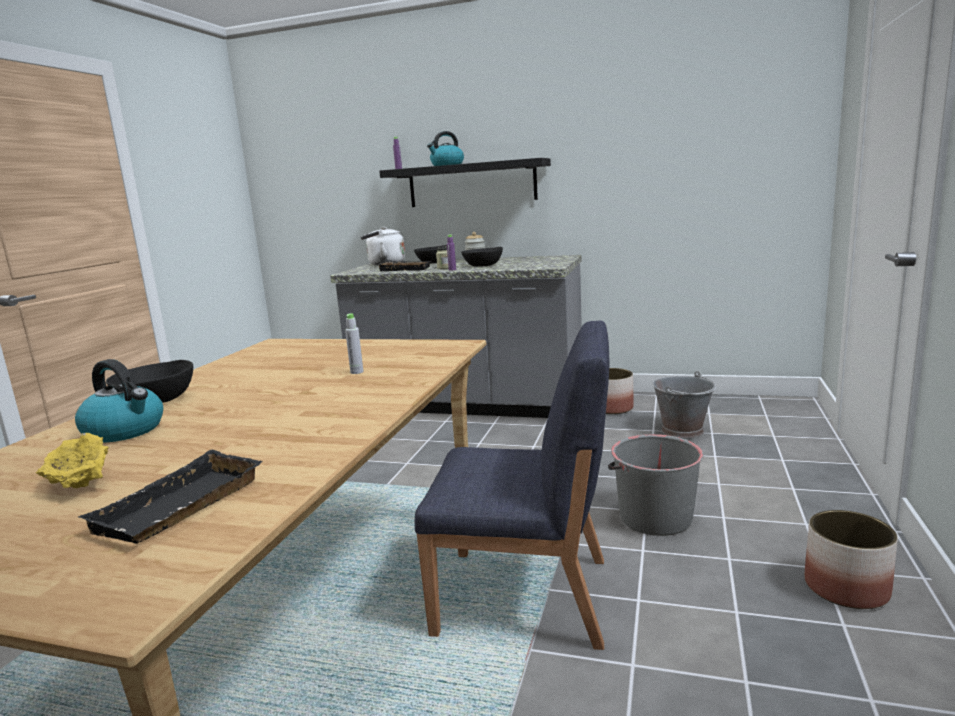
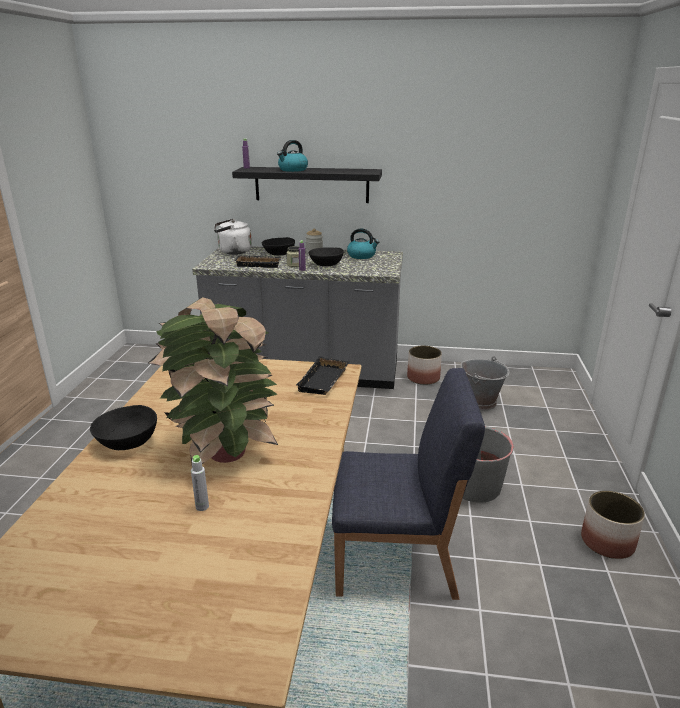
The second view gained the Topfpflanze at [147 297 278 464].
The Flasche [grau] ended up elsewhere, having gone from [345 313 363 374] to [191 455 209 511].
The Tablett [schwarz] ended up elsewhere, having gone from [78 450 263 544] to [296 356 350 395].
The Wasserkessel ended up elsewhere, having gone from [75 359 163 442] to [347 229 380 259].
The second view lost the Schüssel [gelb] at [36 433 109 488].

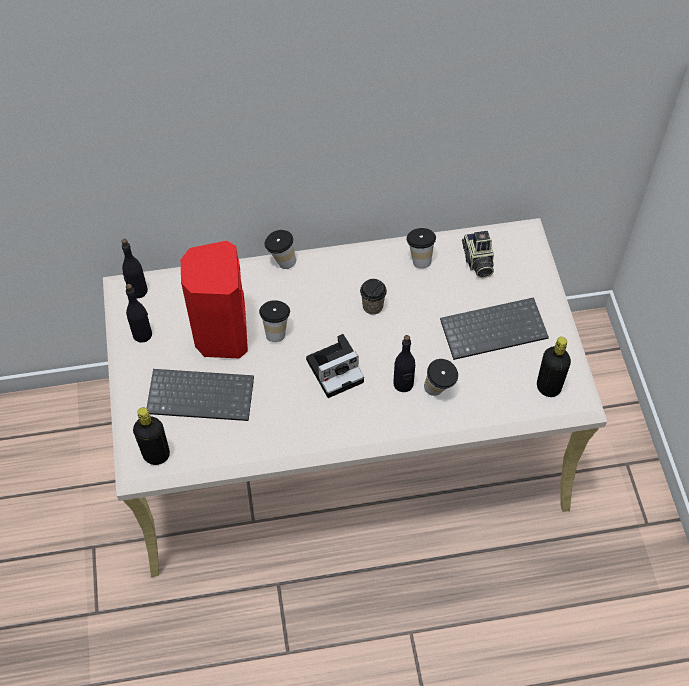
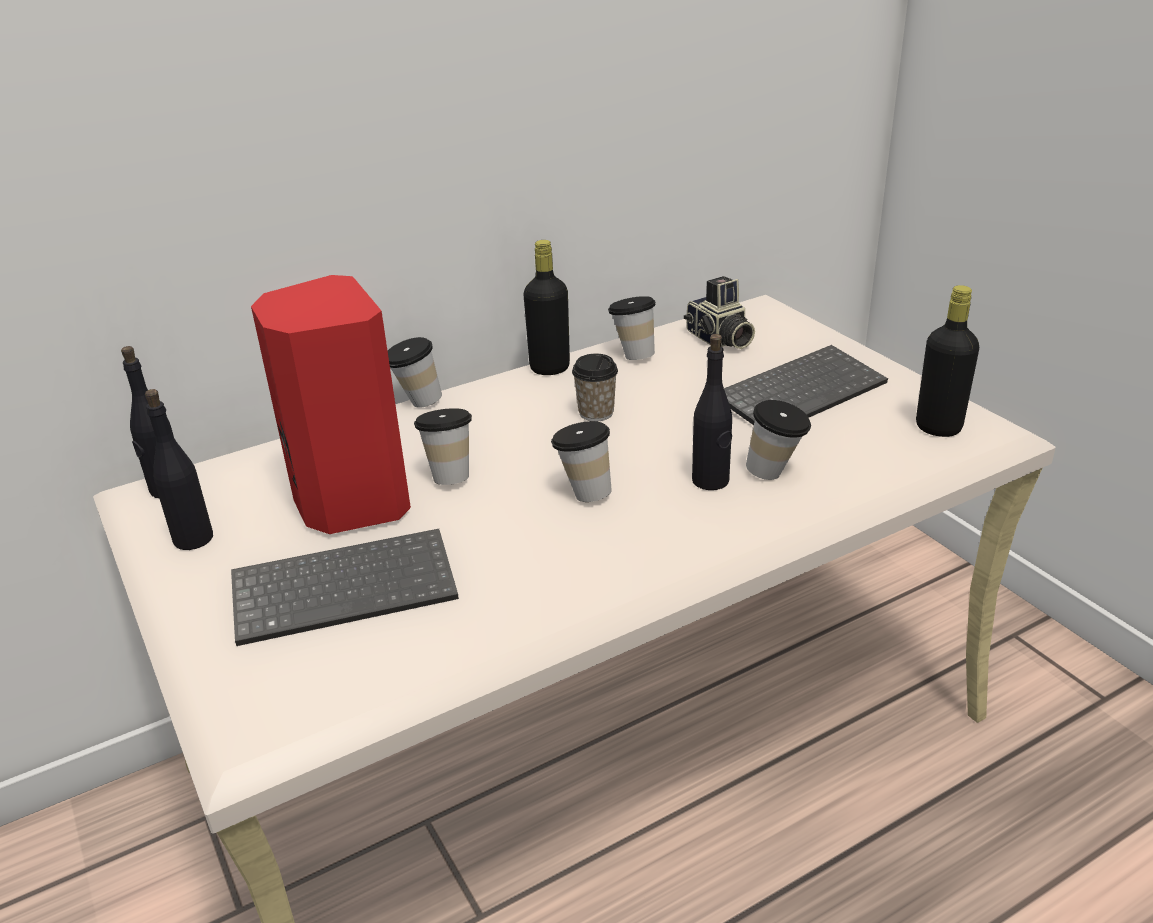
The Flasche [schwarz] ended up elsewhere, having gone from [133 407 170 465] to [523 240 570 375].
Where the Kamera stood at [306 334 364 398], the Tasse came to stand at [551 421 612 502].

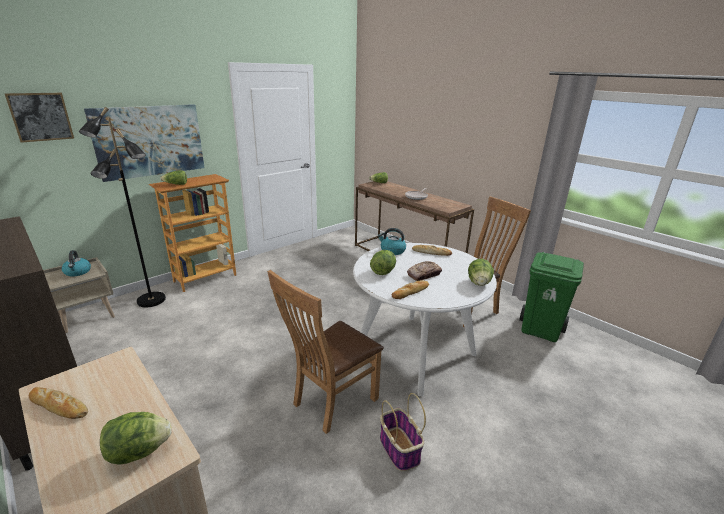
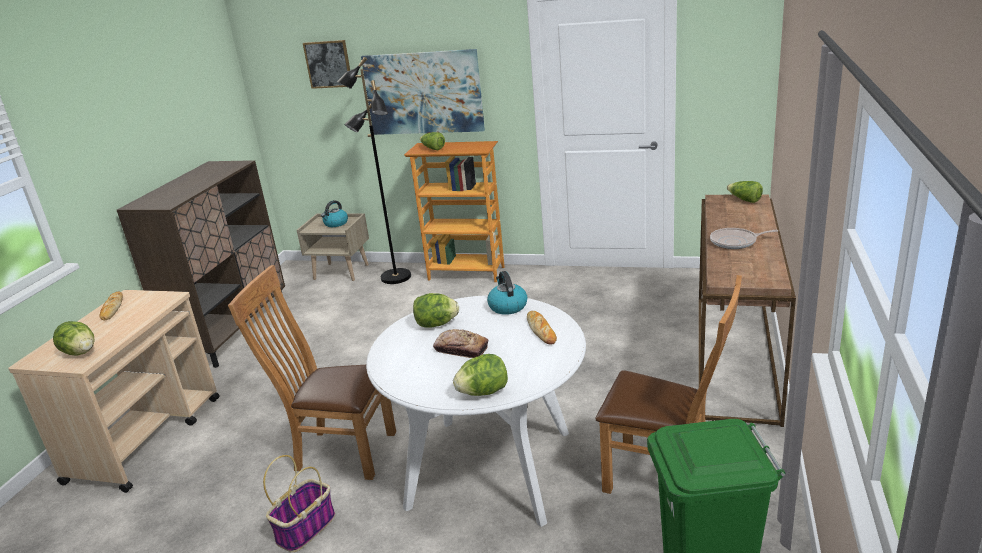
The second view lost the Brot at [391 280 429 299].

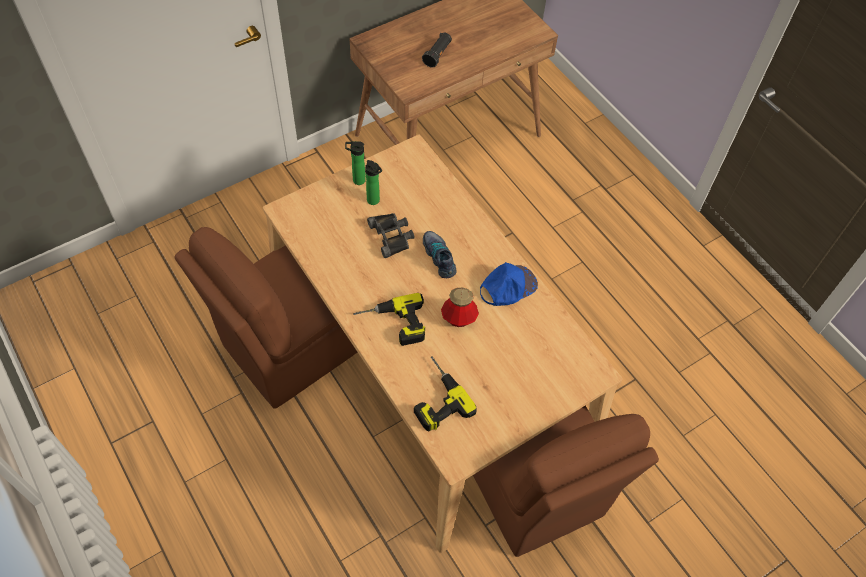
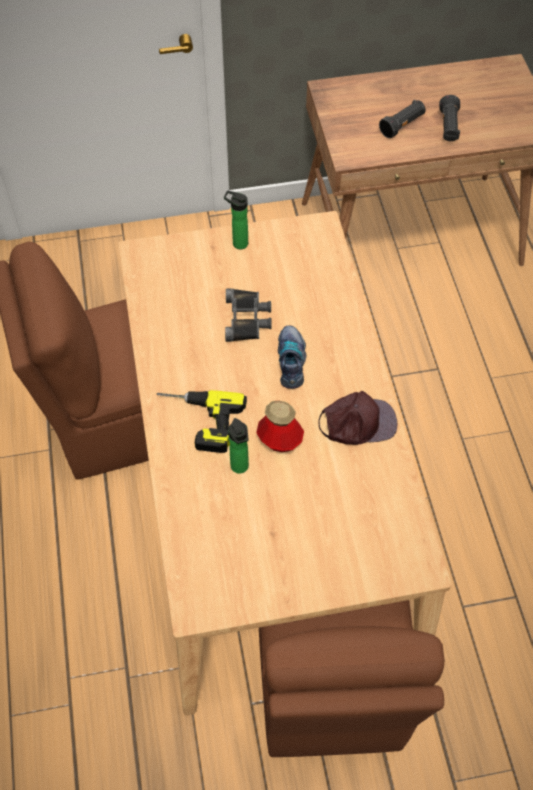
The Flasche ended up elsewhere, having gone from [365 160 382 205] to [228 418 249 474].
What was the Kappe [blau] at [480 262 538 306] turned into the Kappe [braun] at [318 391 397 445].
The second view gained the Taschenlampe [schwarz] at [439 95 460 141].
The second view lost the Bohrmaschine at [414 356 476 432].

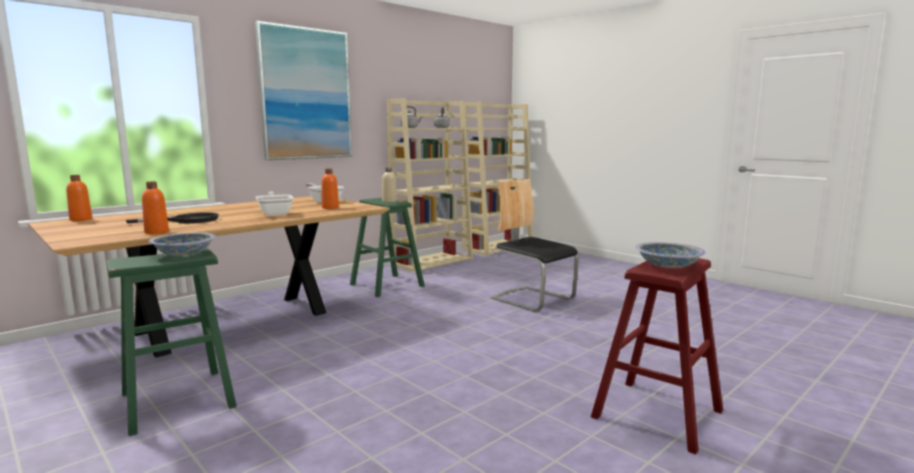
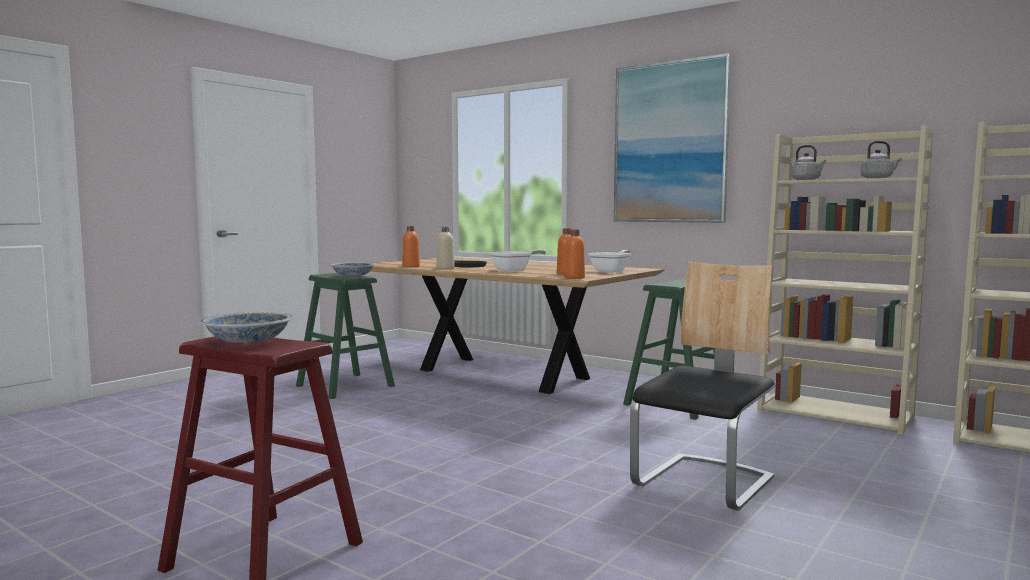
The Flasche [beige] ended up elsewhere, having gone from [382 167 397 203] to [437 227 455 269].
The Flasche [orange] ended up elsewhere, having gone from [66 175 92 221] to [564 230 585 279].

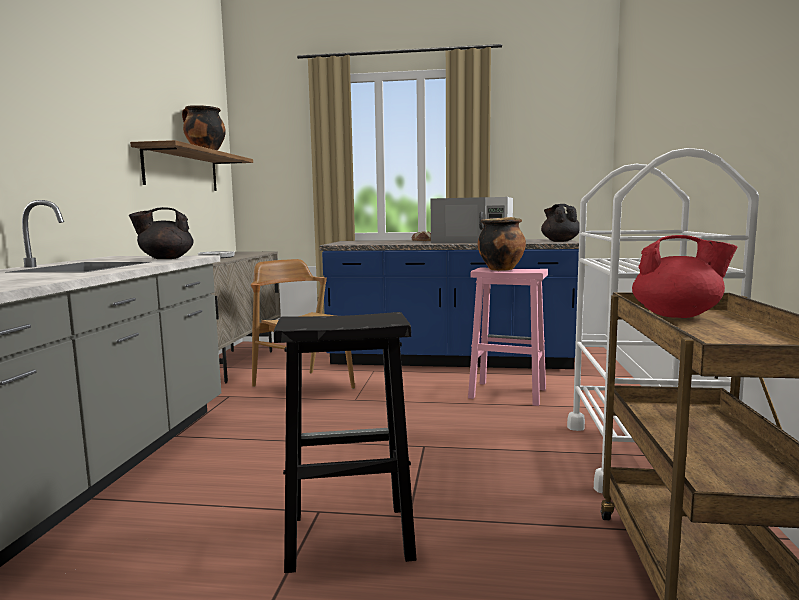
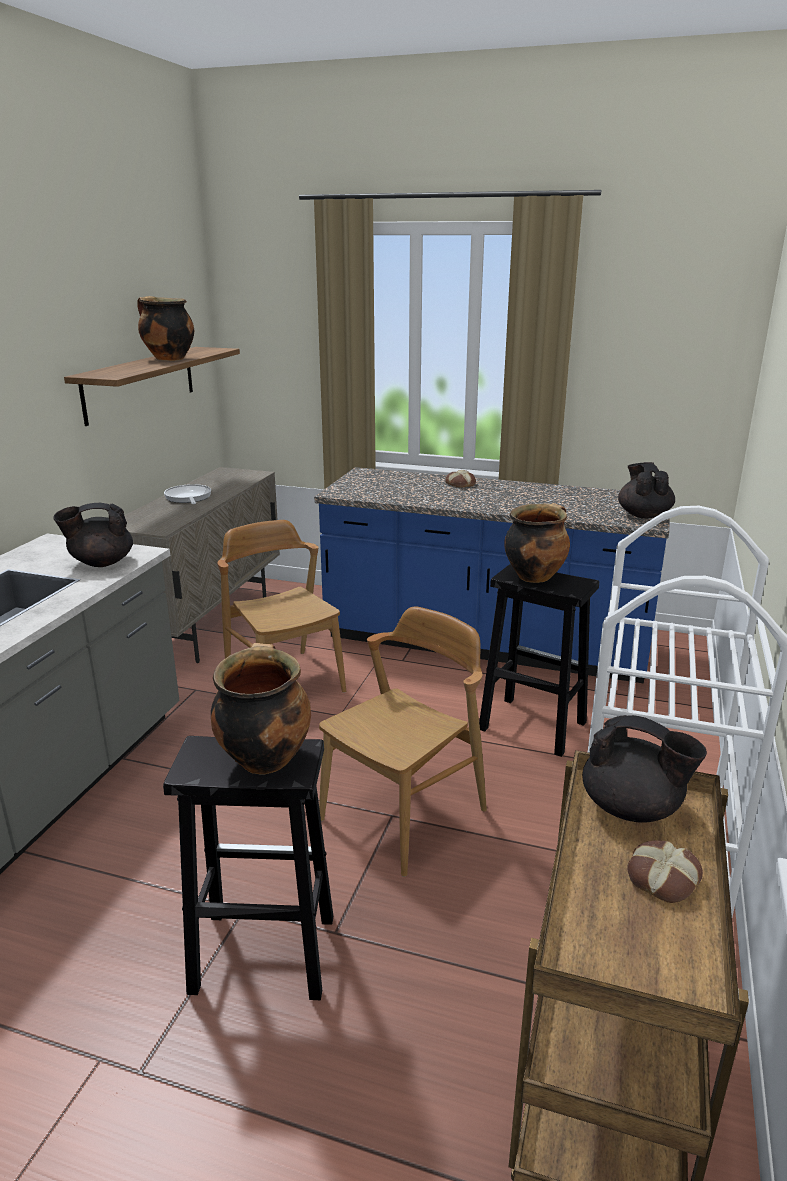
The second view gained the Kochtopf at [211 643 311 775].
The second view gained the Stuhl [braun] at [319 606 487 877].
What was the Hocker [rosa] at [468 267 548 406] turned into the Hocker [schwarz] at [479 564 599 757].
What was the Teekanne [rot] at [632 235 737 318] turned into the Teekanne [schwarz] at [582 715 707 823].
The second view gained the Brot at [627 840 703 903].
The second view lost the Mikrowelle [weiß] at [431 197 513 243].

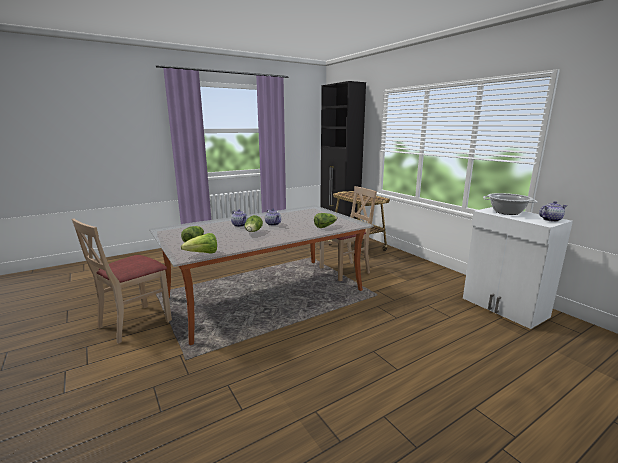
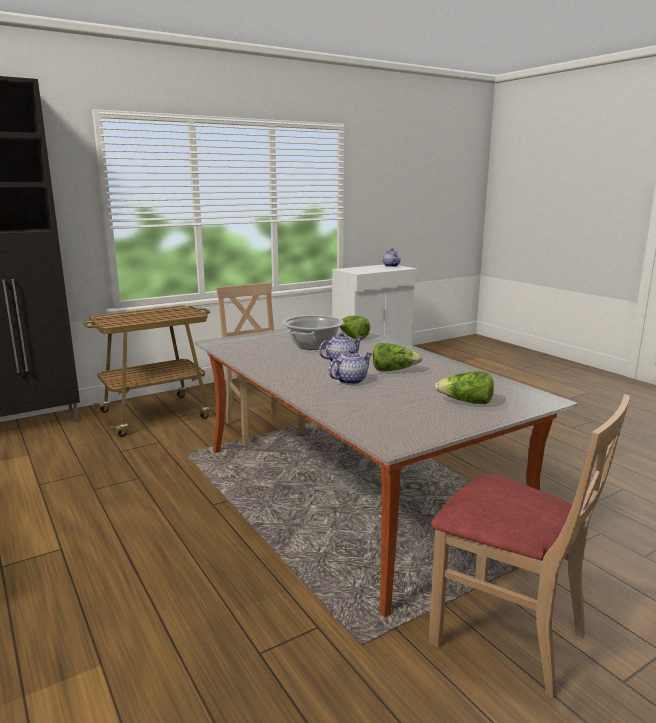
The Kochtopf ended up elsewhere, having gone from [483 193 538 215] to [282 315 344 350].
The second view lost the Salatkopf at [181 233 217 254].

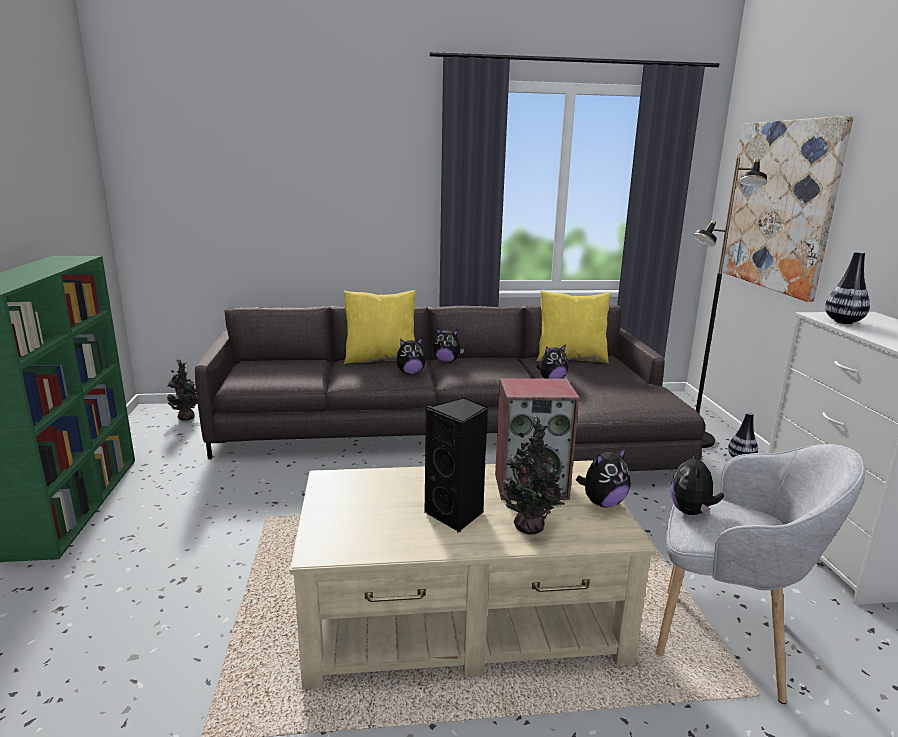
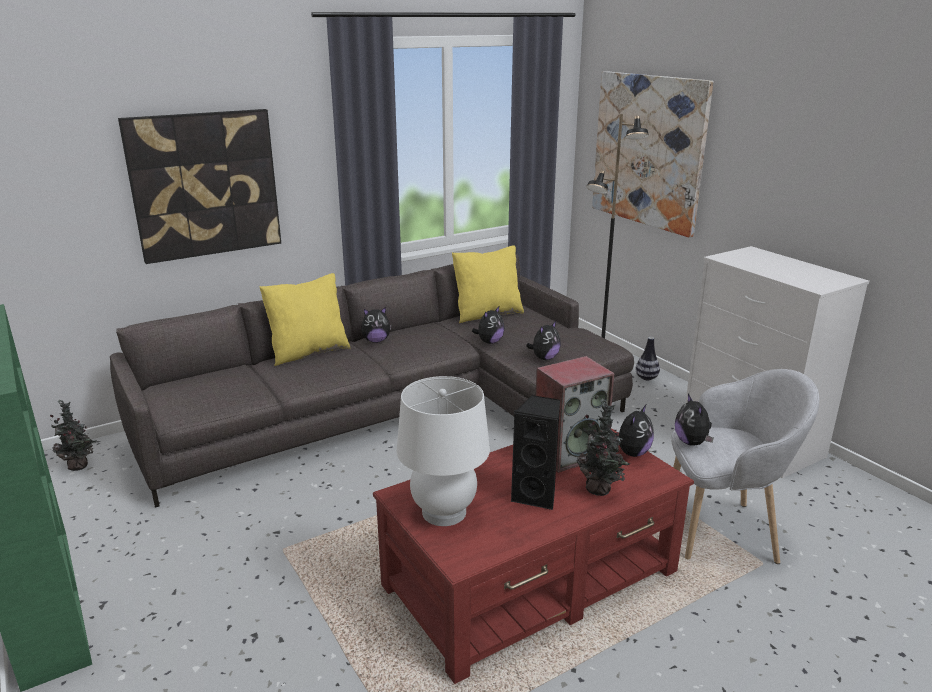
The second view gained the Bild at [118 109 281 264].
What was the Couchtisch [beige] at [290 460 656 689] turned into the Couchtisch [rot] at [373 428 694 684].
The second view gained the Tischlampe [weiß] at [397 376 490 526].
The Plüschtier ended up elsewhere, having gone from [397 338 426 374] to [526 321 561 360].
The second view lost the Vase at [825 251 870 324].

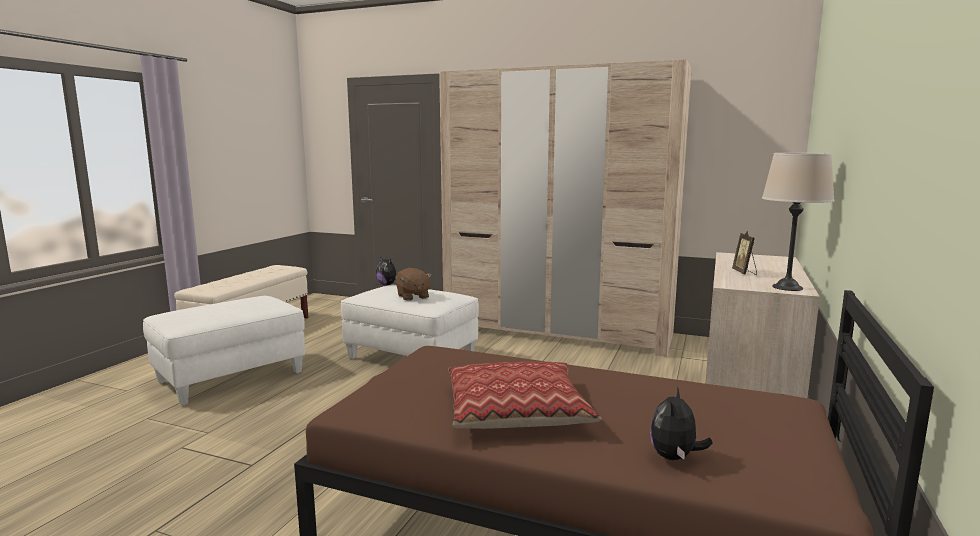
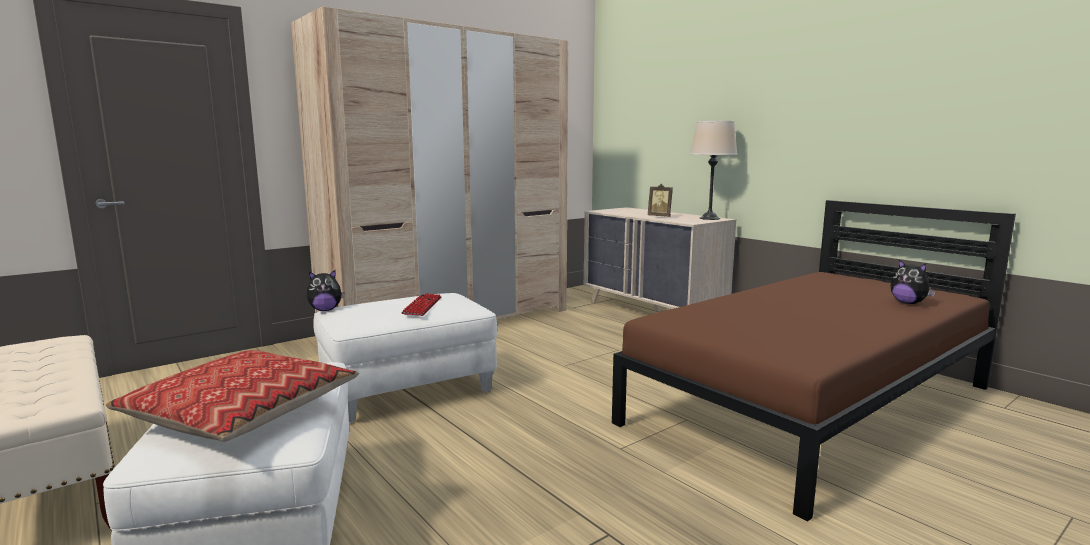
The Kissen ended up elsewhere, having gone from [449 362 602 429] to [105 350 359 442].
Where the Plüschtier [braun] stood at [396 268 432 301], the Tastatur came to stand at [401 293 441 316].

